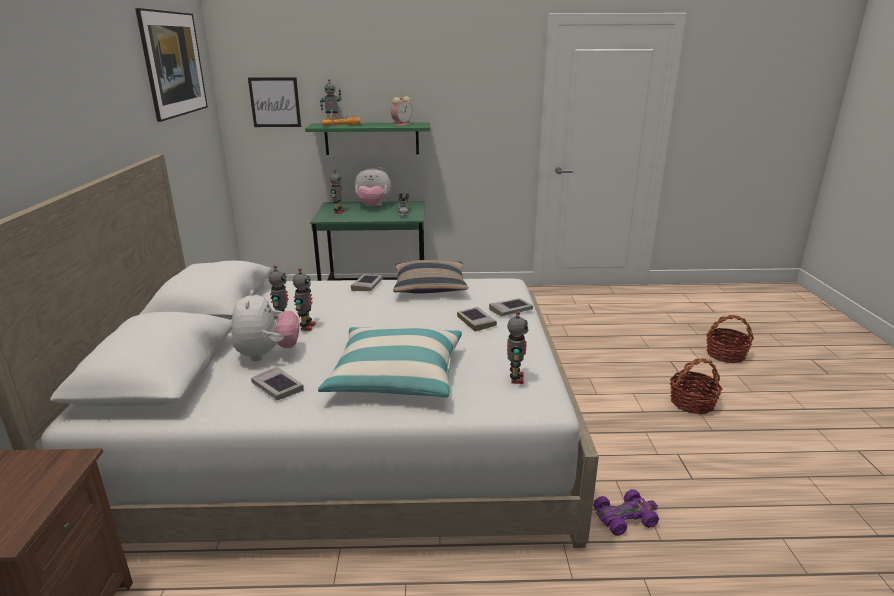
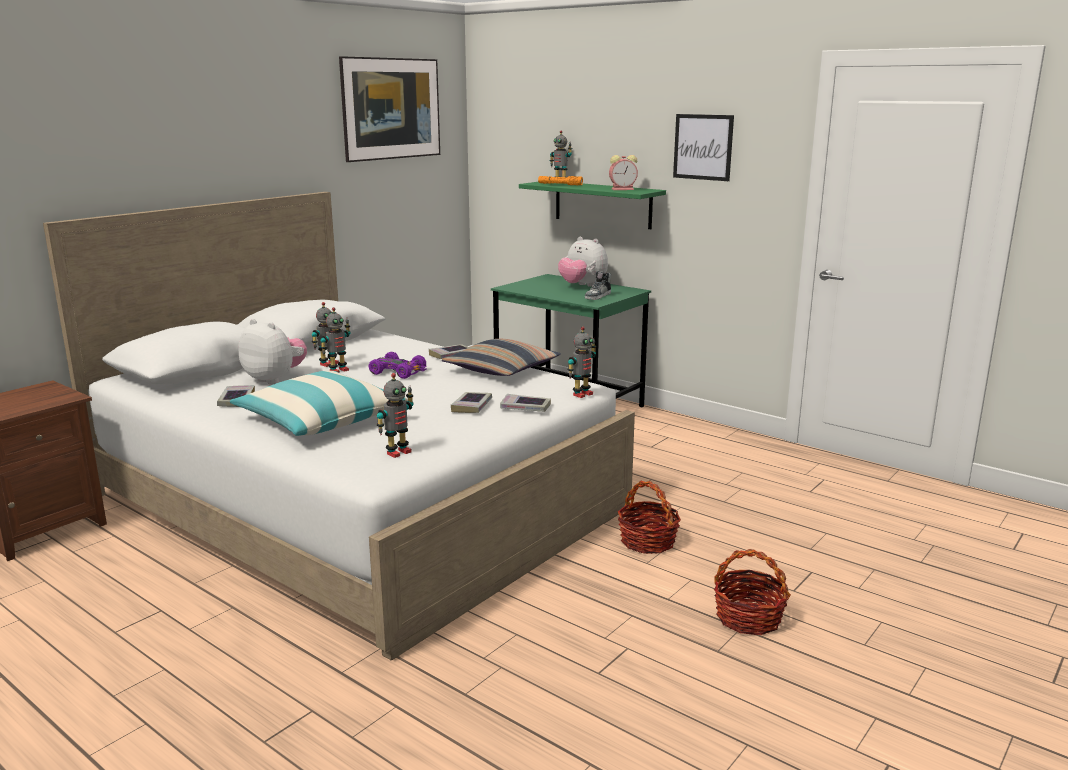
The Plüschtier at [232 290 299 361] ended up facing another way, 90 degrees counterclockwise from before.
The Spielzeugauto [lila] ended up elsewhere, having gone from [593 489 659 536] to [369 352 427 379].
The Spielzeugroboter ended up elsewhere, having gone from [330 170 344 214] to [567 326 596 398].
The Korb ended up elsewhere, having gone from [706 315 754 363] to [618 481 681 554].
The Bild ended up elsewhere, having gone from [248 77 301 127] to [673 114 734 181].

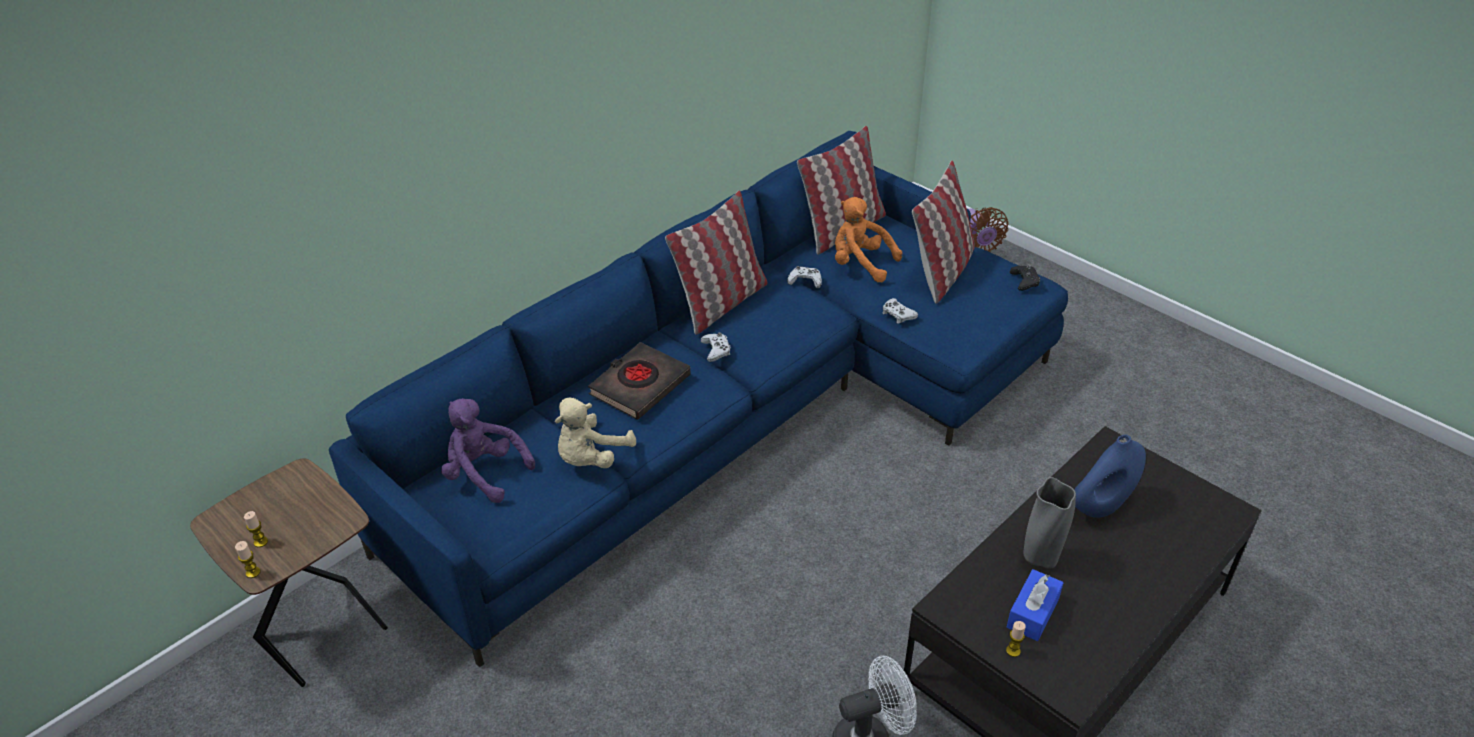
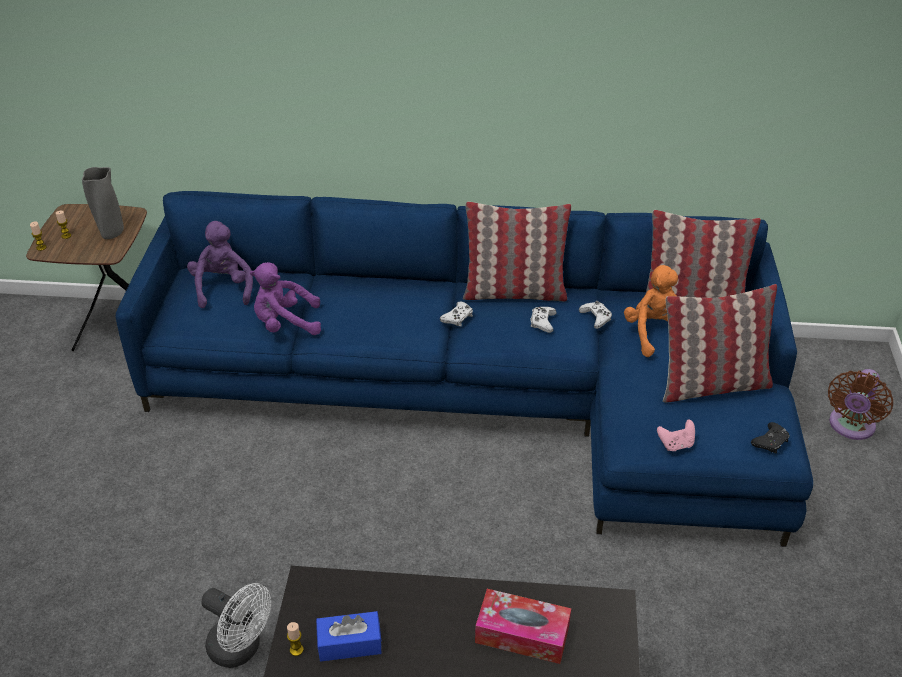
The Vase [grau] ended up elsewhere, having gone from [1023 477 1076 569] to [82 167 124 239].
What was the Plüschtier [beige] at [555 397 636 468] turned into the Plüschtier [lila] at [250 262 321 335].
Where the Vase [blau] stood at [1074 435 1146 518], the Taschentuchbox came to stand at [475 589 571 664].
The Gamepad [weiß] ended up elsewhere, having gone from [882 298 918 324] to [530 307 557 333].
The second view gained the Gamepad [rosa] at [657 419 695 451].
The second view lost the Buch [schwarz] at [588 342 691 420].

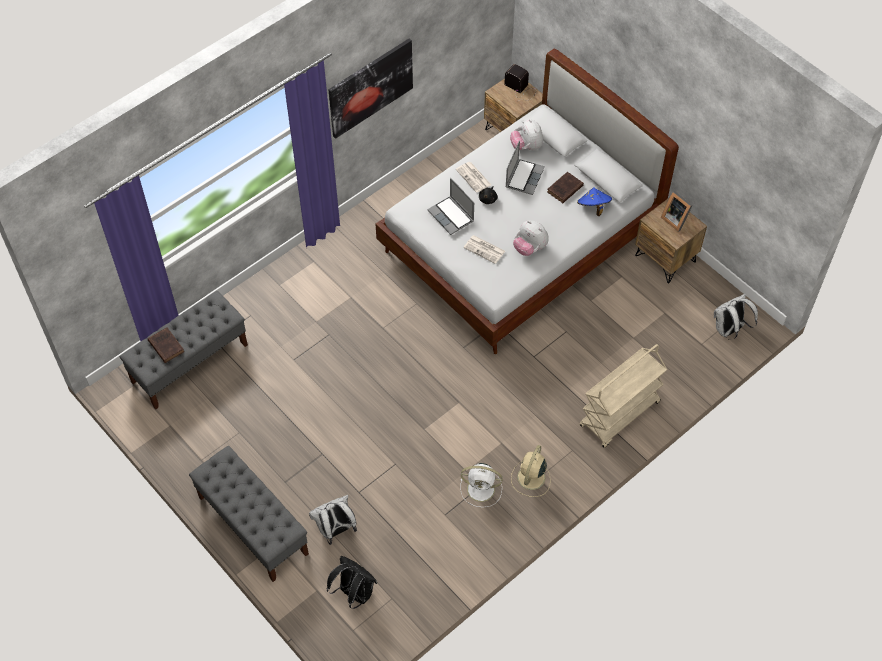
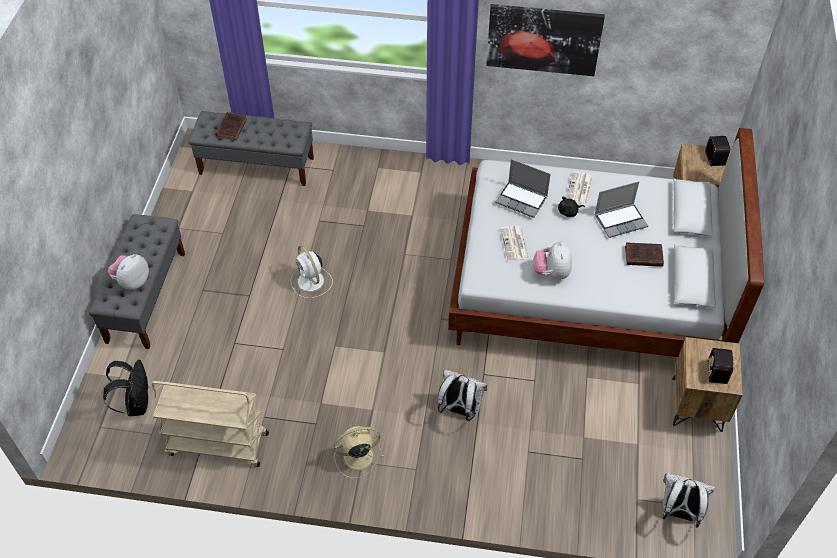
The Plüschtier ended up elsewhere, having gone from [510 119 543 150] to [108 254 149 290].
The Rollwagen [beige] ended up elsewhere, having gone from [580 344 667 448] to [152 381 269 467].
The Ventilator [weiß] ended up elsewhere, having gone from [461 463 503 507] to [291 245 333 298].
The Rucksack [weiß] ended up elsewhere, having gone from [309 495 357 545] to [438 370 487 421].
The Laptop at [427 178 474 235] ended up facing another way, 75 degrees counterclockwise from before.
Where the Bilderrahmen stood at [661 191 693 232], the Radio came to stand at [706 348 739 384].
The second view lost the Hut [blau] at [577 187 612 216].

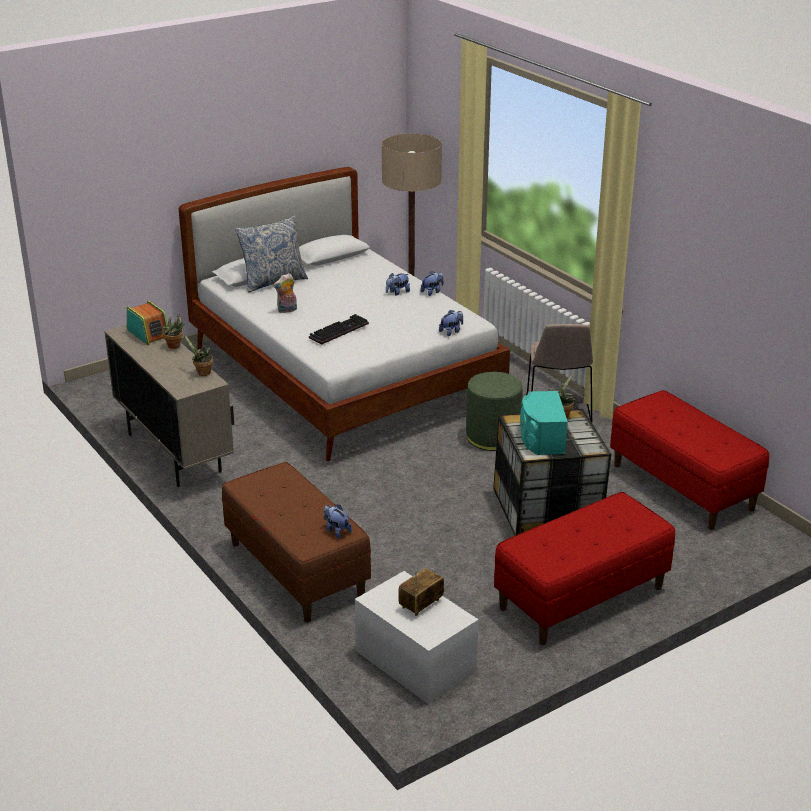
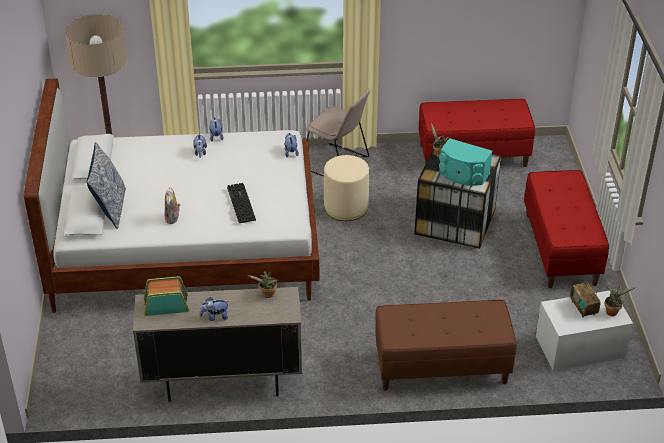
The Plüschtier ended up elsewhere, having gone from [324 505 352 539] to [200 297 229 321].
What was the Polsterhocker [grün] at [466 372 523 451] turned into the Polsterhocker [beige] at [324 155 369 221].
The Topfpflanze ended up elsewhere, having gone from [162 314 185 349] to [604 285 636 316].

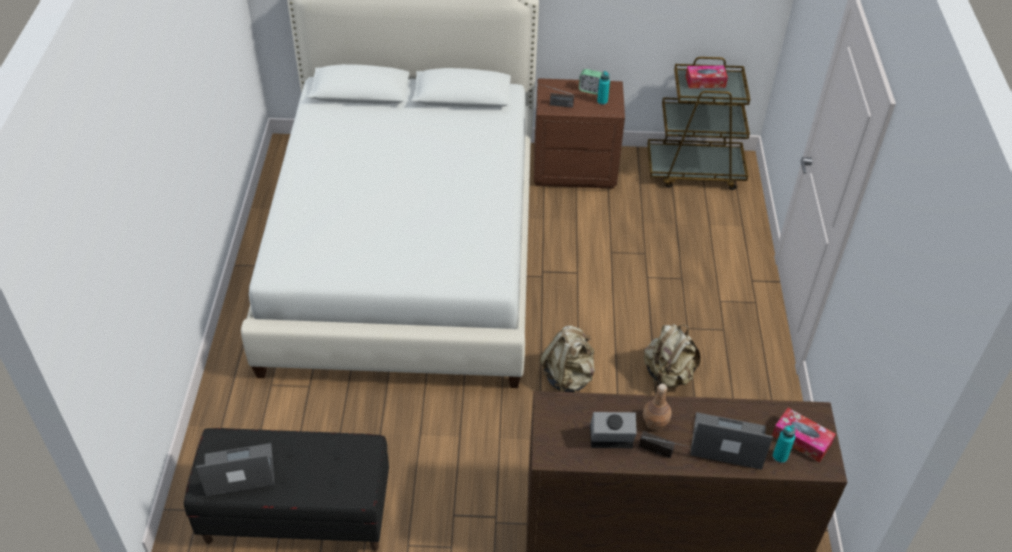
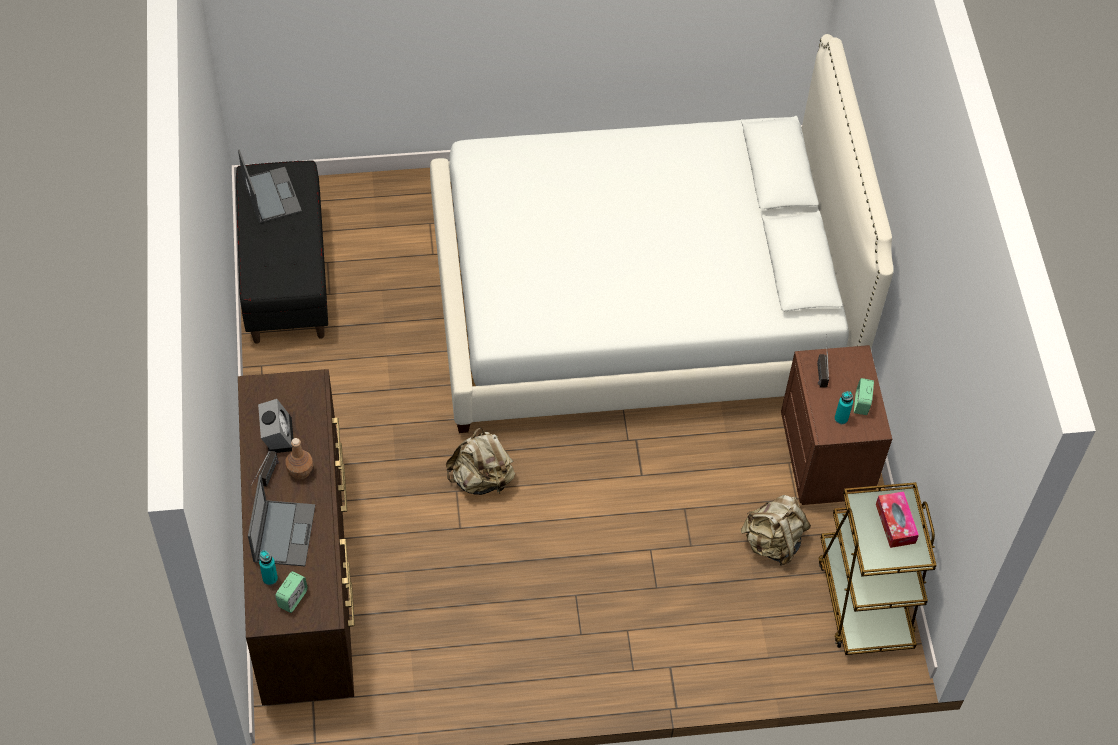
Where the Taschentuchbox stood at [772 408 836 463], the Wecker came to stand at [275 571 308 613].
The Rucksack [beige] ended up elsewhere, having gone from [644 324 700 388] to [741 495 811 566].

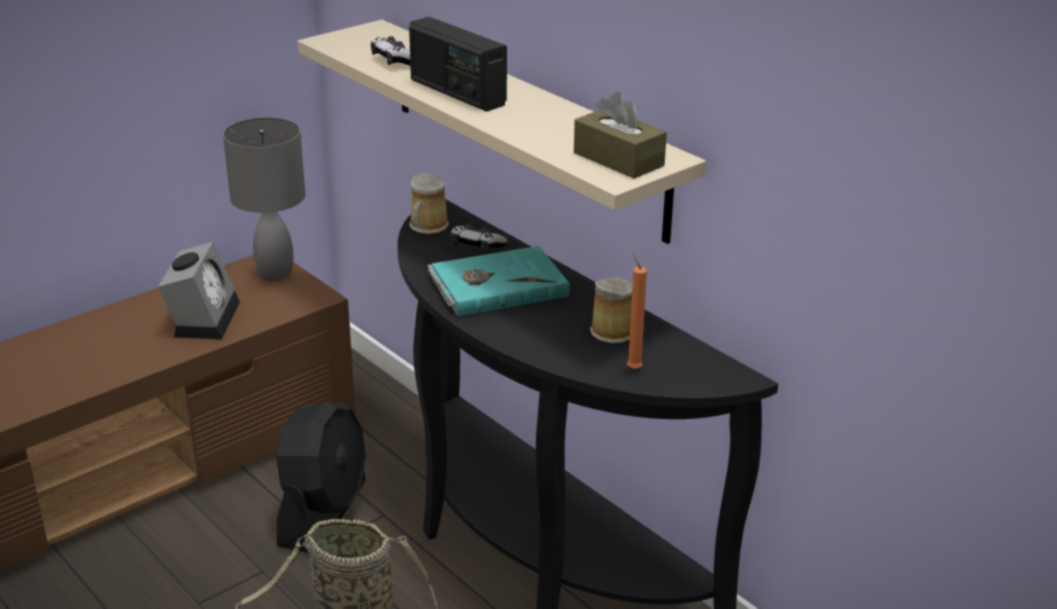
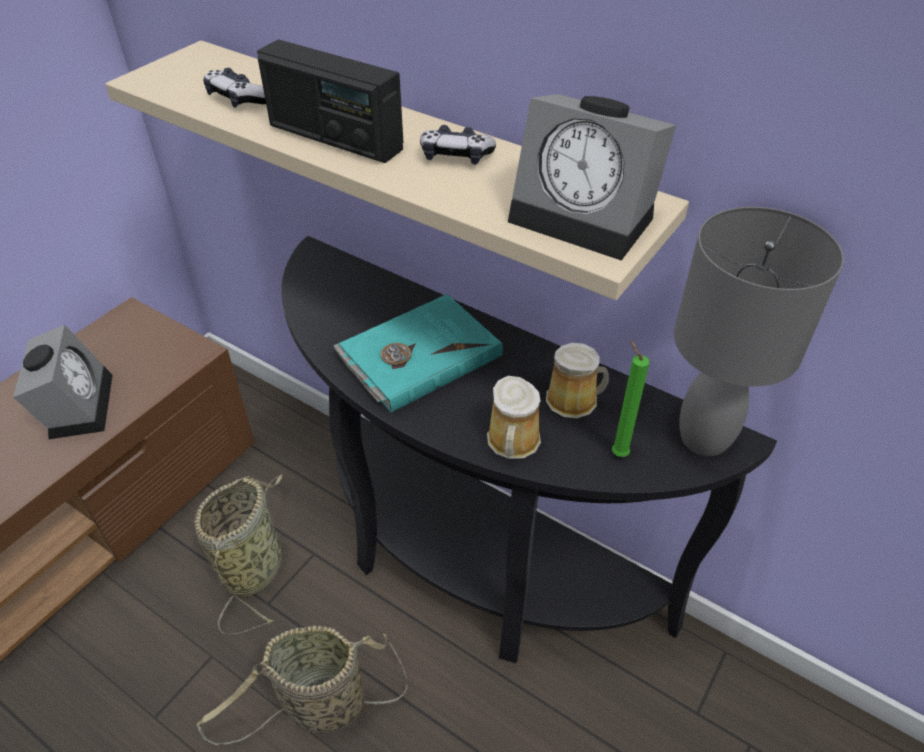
Where the Ventilator [schwarz] stood at [276 401 366 553], the Korb came to stand at [194 474 283 634].
The Gamepad ended up elsewhere, having gone from [450 223 508 253] to [420 125 496 165].
The Henkelbecher ended up elsewhere, having gone from [409 173 449 234] to [487 376 541 459].
Where the Taschentuchbox [braun] stood at [574 92 667 179], the Wecker came to stand at [508 94 676 261].
What was the Kerze [orange] at [627 253 647 370] turned into the Kerze [grün] at [612 340 649 457].
The Tischlampe [grau] ended up elsewhere, having gone from [223 117 305 281] to [674 207 844 456].

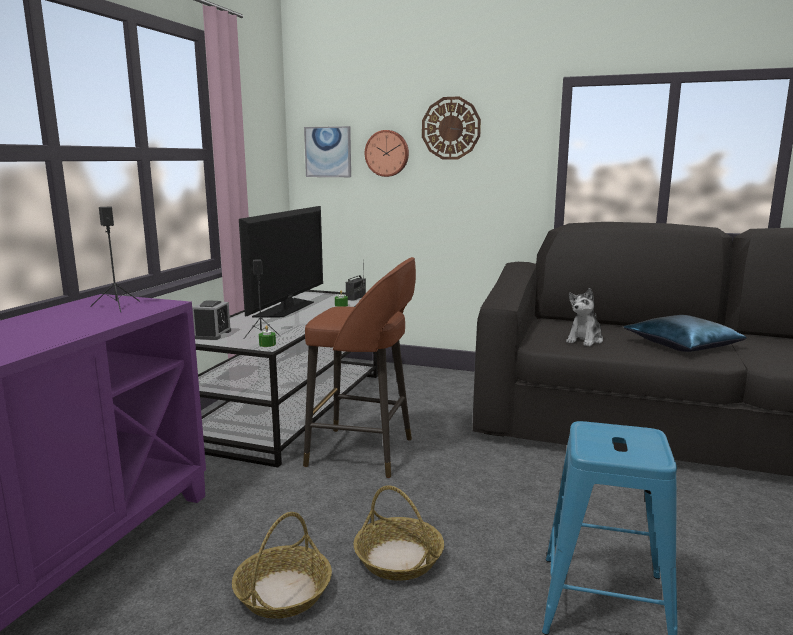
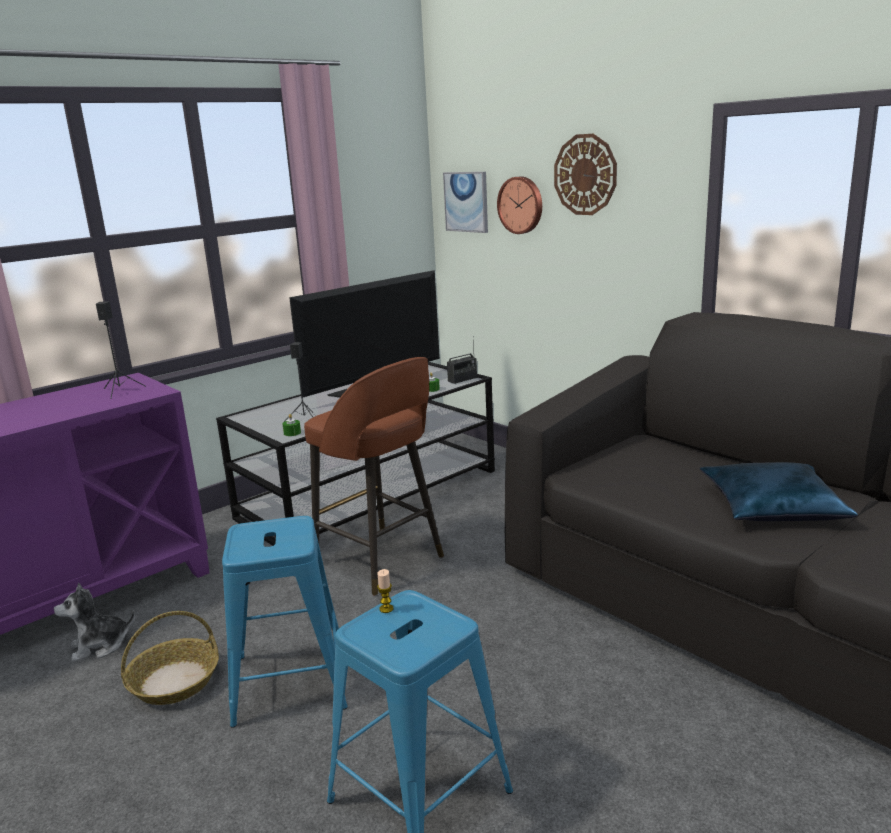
The Plüschtier ended up elsewhere, having gone from [566 288 603 347] to [54 583 135 662].
Where the Korb stood at [353 485 444 581], the Hocker [blau] came to stand at [222 516 348 728].
The second view gained the Kerze at [377 569 394 613].
The second view lost the Wecker at [192 300 231 340].

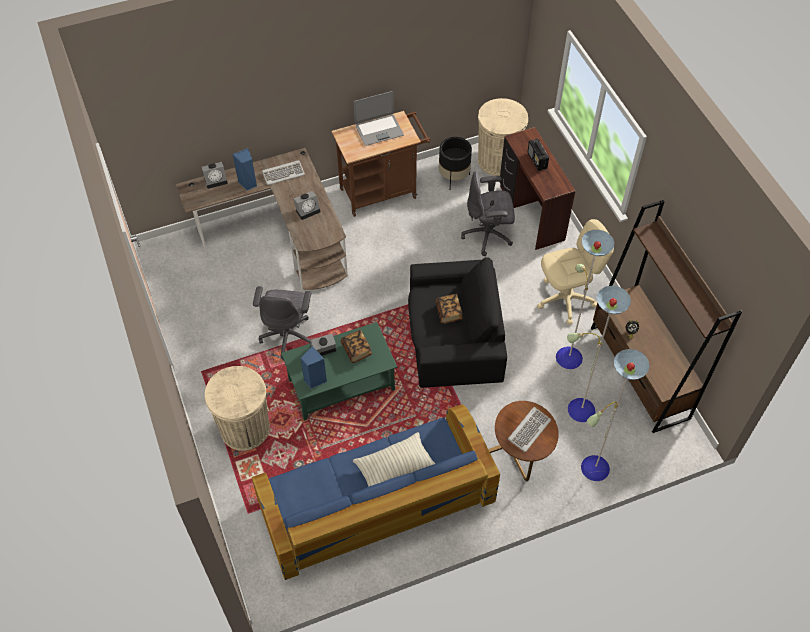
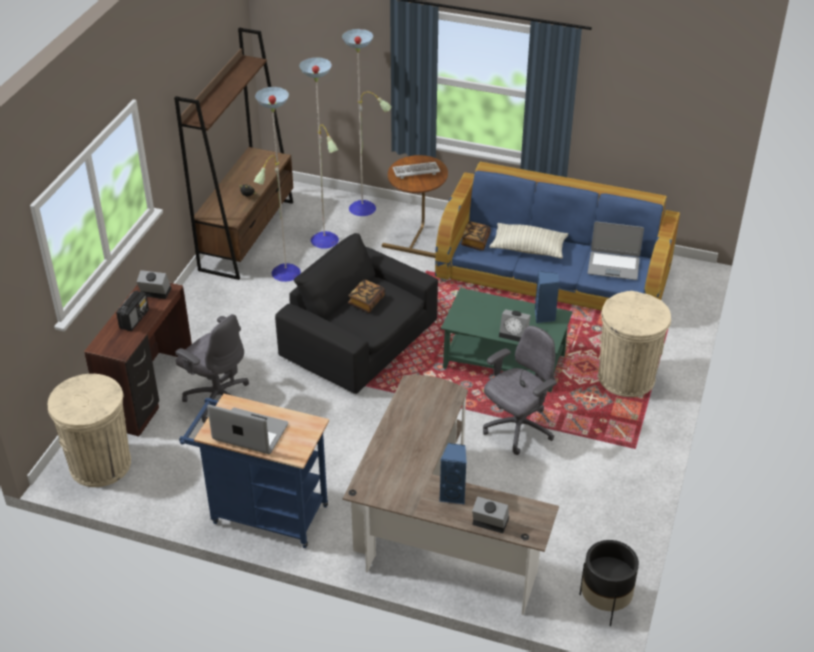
The Wecker ended up elsewhere, having gone from [293 191 320 220] to [137 270 171 299].
What was the Rollwagen [braun] at [332 111 430 217] turned into the Rollwagen [blau] at [179 394 329 548].
The Buch ended up elsewhere, having gone from [341 330 372 363] to [461 221 491 251].
The Pflanzkübel [schwarz] ended up elsewhere, having gone from [439 137 472 187] to [579 540 639 626].
The second view gained the Laptop at [588 221 644 280].
The second view lost the Tastatur at [262 160 305 185].
The second view lost the Bürostuhl [beige] at [537 219 614 325].

